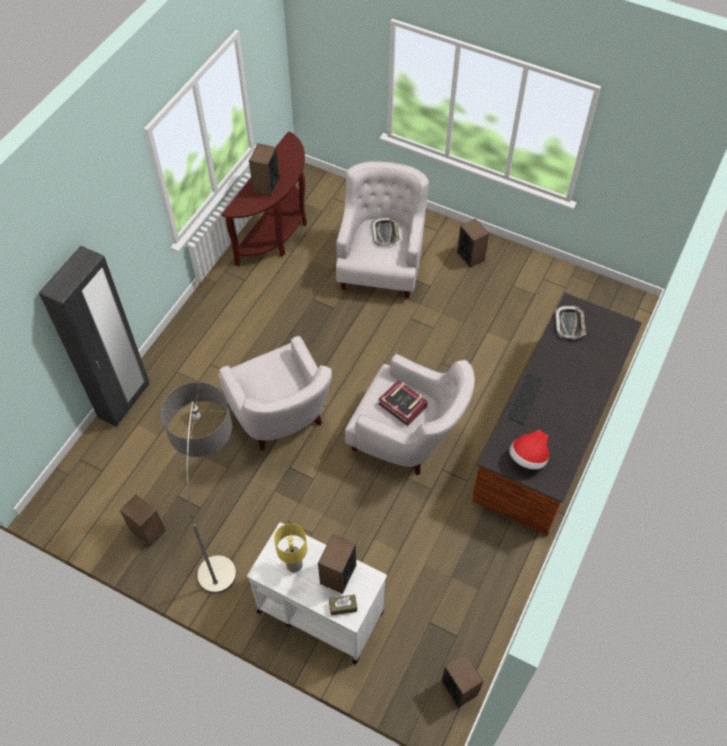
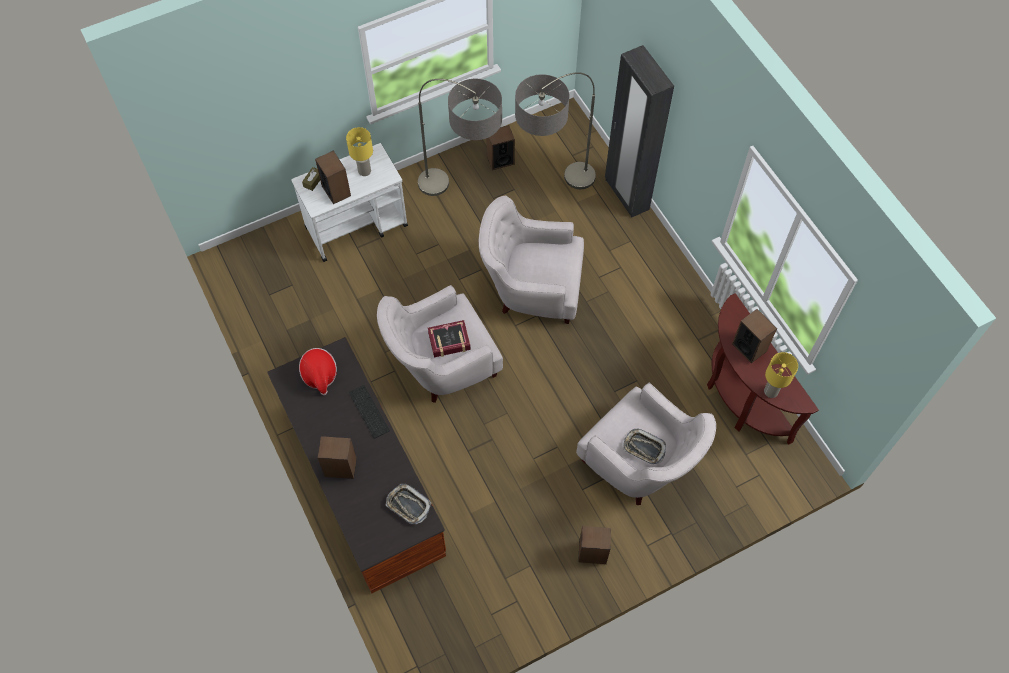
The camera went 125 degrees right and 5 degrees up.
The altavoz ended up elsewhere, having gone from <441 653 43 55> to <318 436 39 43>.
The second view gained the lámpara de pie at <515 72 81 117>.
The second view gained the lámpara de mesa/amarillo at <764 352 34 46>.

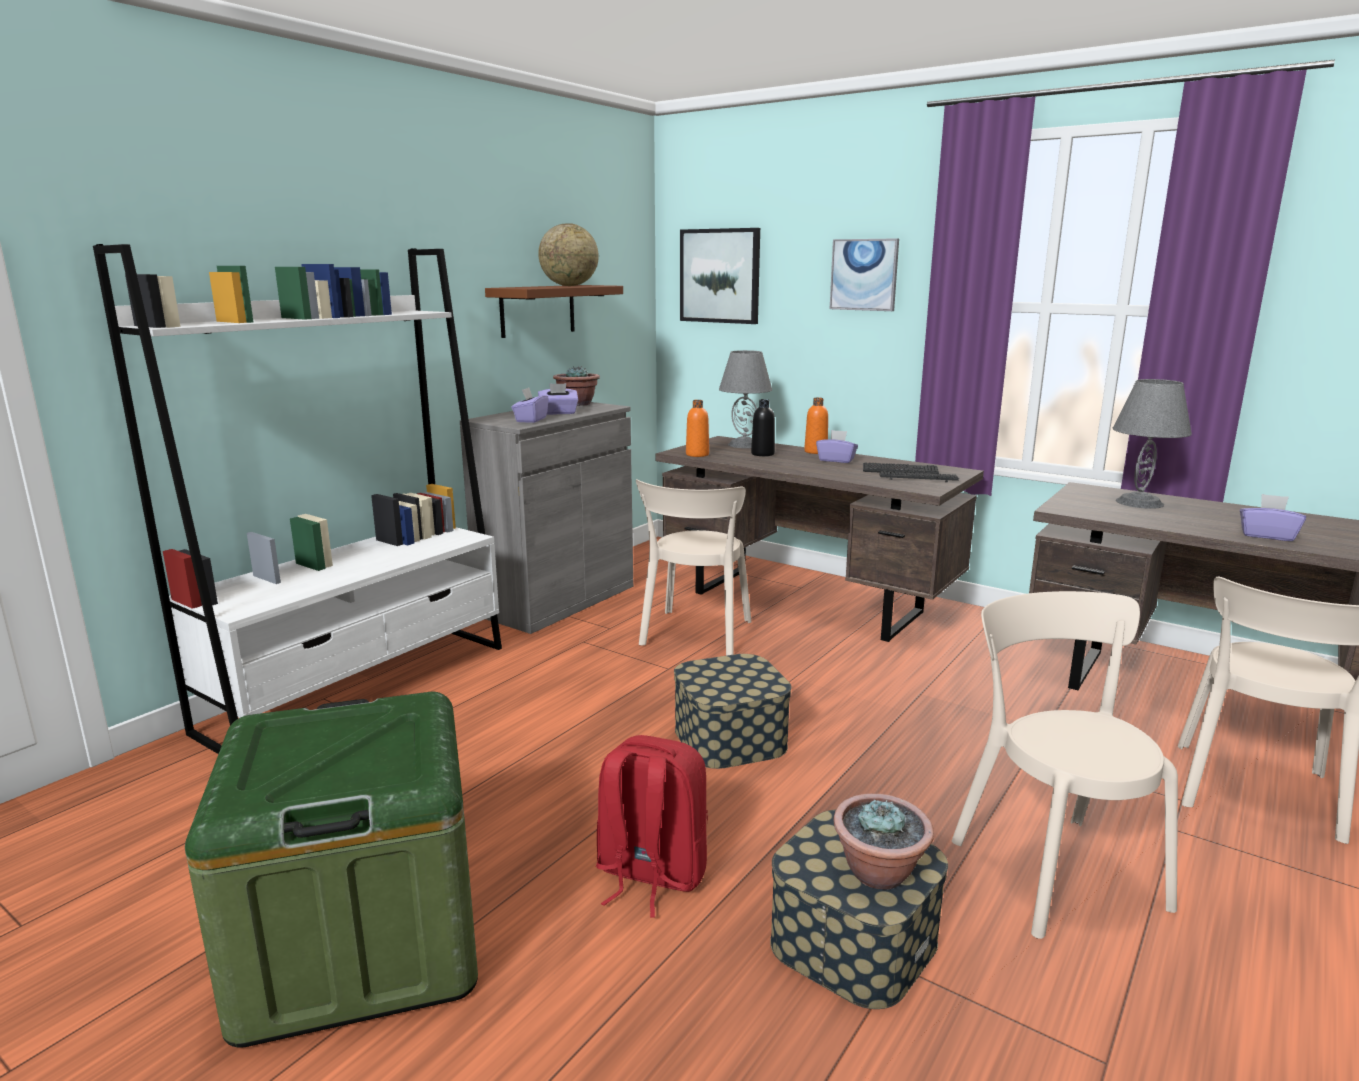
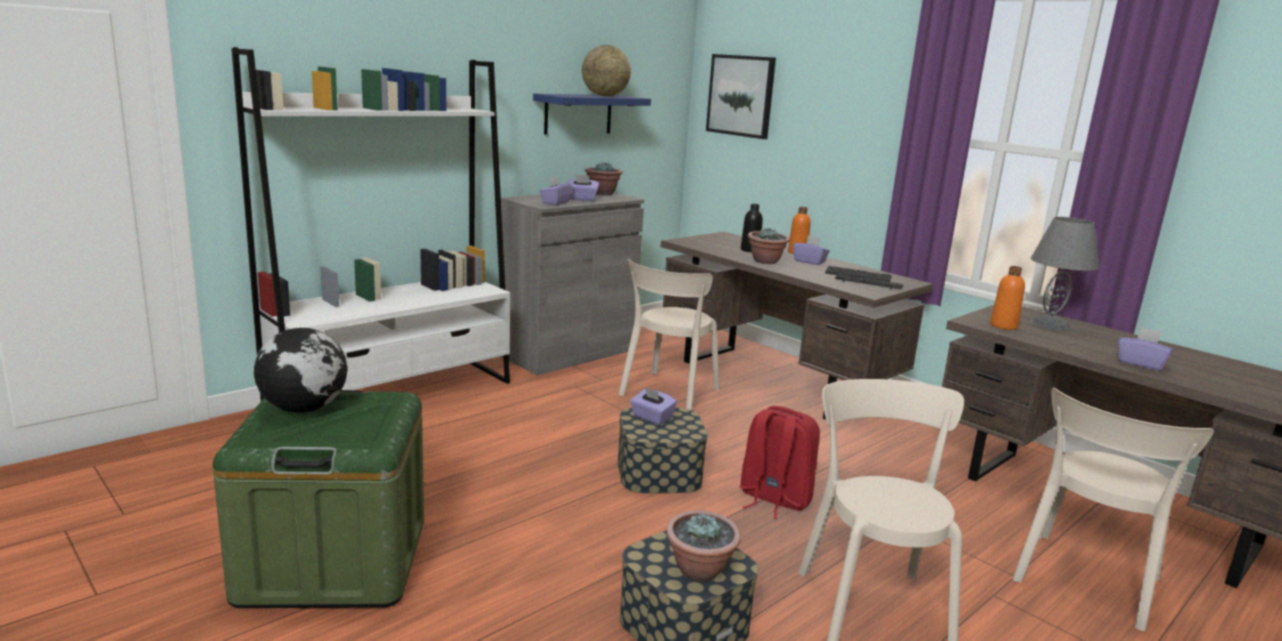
The camera went 10 degrees right and 0 degrees up.
The second view lost the cuadro at <830 238 69 73>.
What was the estante/marrón at <485 285 138 53> turned into the estante/azul at <533 94 118 41>.
The second view lost the lámpara de mesa/gris at <719 350 53 98>.
The botella/naranja ended up elsewhere, having gone from <686 400 23 57> to <990 266 35 64>.
The mochila/rojo ended up elsewhere, having gone from <596 735 112 183> to <739 406 81 113>.
The second view gained the planta en maceta at <748 227 42 37>.
The second view gained the globo terráqueo at <254 328 93 85>.
The second view gained the caja de pañuelos/morado at <630 387 47 38>.

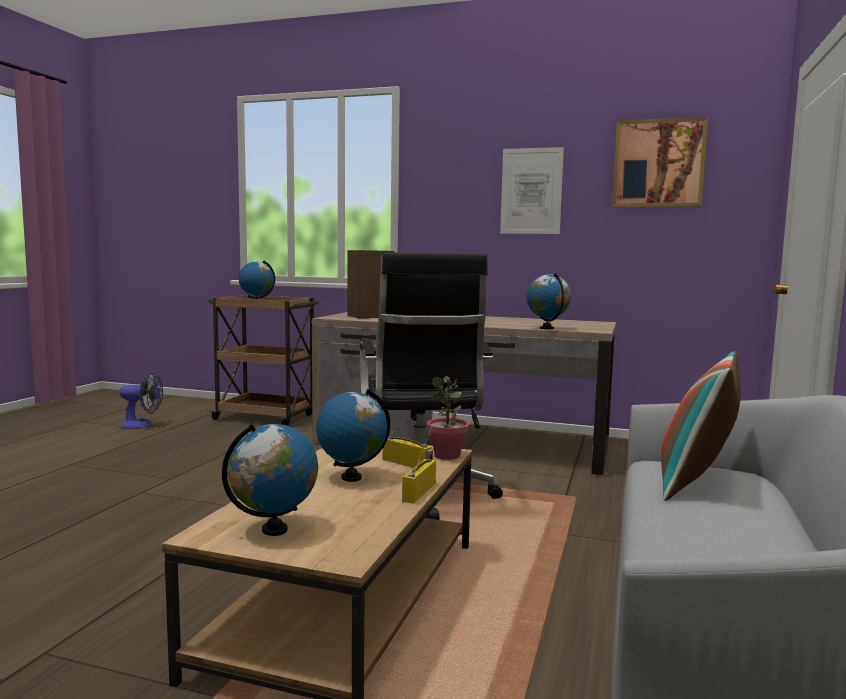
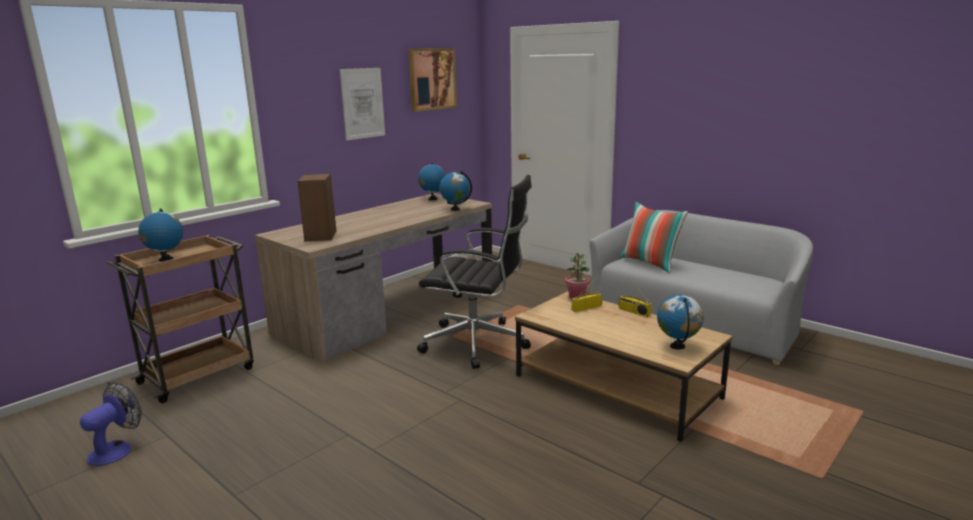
The camera went 65 degrees left and 10 degrees up.
The globo terráqueo ended up elsewhere, having gone from <316 389 74 93> to <418 162 28 38>.

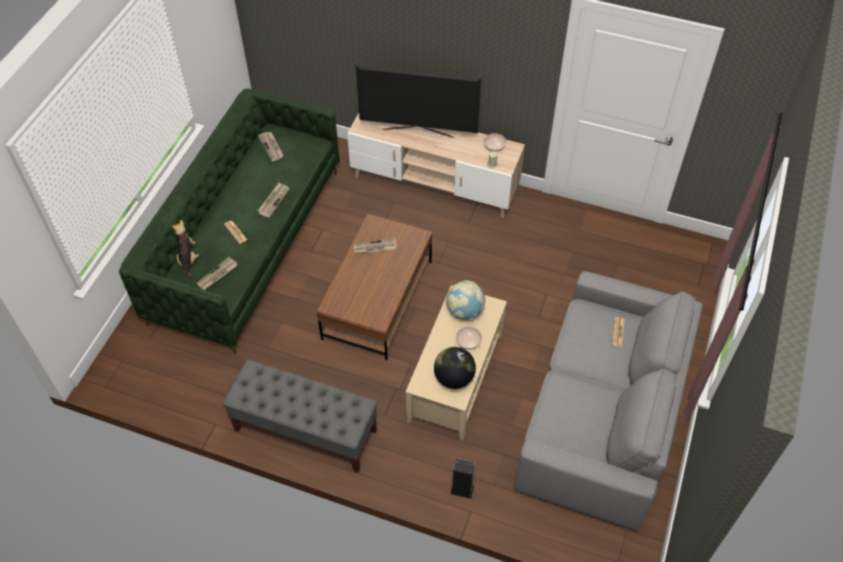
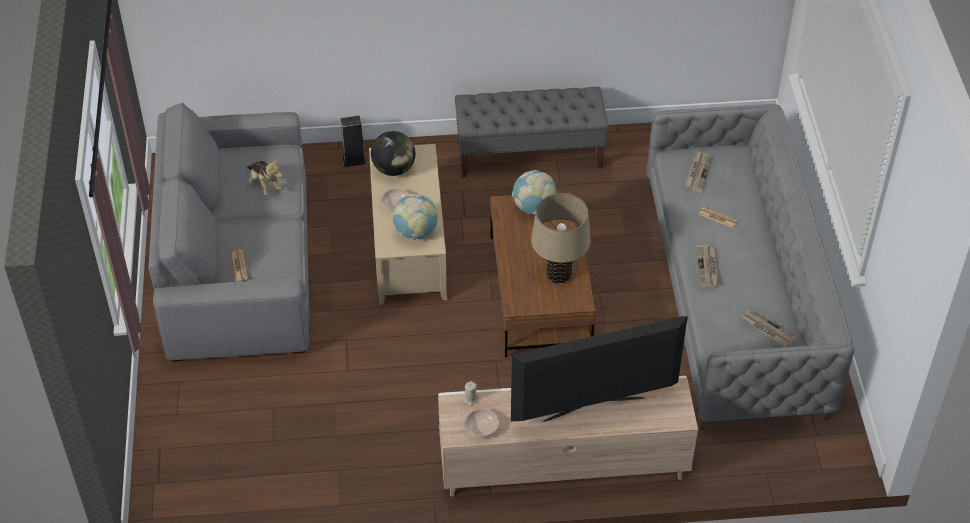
The camera went 155 degrees right and 5 degrees down.
What was the sofá/verde at <119 88 221 265> turned into the sofá/gris at <646 104 209 325>.
The peluche ended up elsewhere, having gone from <172 220 27 59> to <247 159 36 36>.
Where the periódico stood at <354 238 43 16>, the lámpara de mesa/beis came to stand at <531 193 60 90>.
The second view gained the globo terráqueo at <512 170 45 45>.

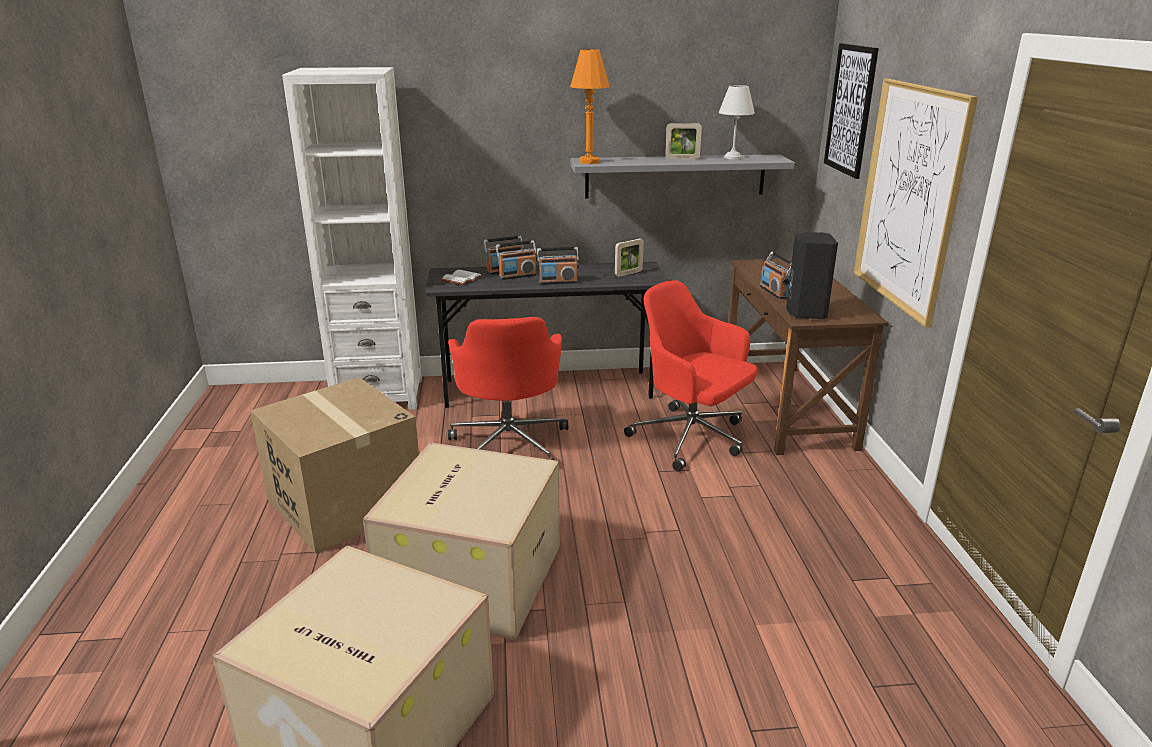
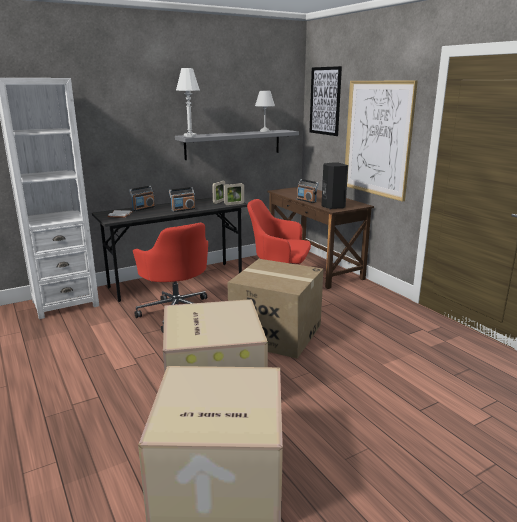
The camera went 25 degrees left and 5 degrees down.
What was the lámpara de mesa/naranja at <570 49 40 115> turned into the lámpara de mesa/blanco at <176 68 24 69>.
The portarretratos ended up elsewhere, having gone from <665 123 37 36> to <224 183 20 22>.
The second view lost the radio at <496 240 41 40>.
The caja de cartón ended up elsewhere, having gone from <250 377 169 177> to <227 259 96 99>.

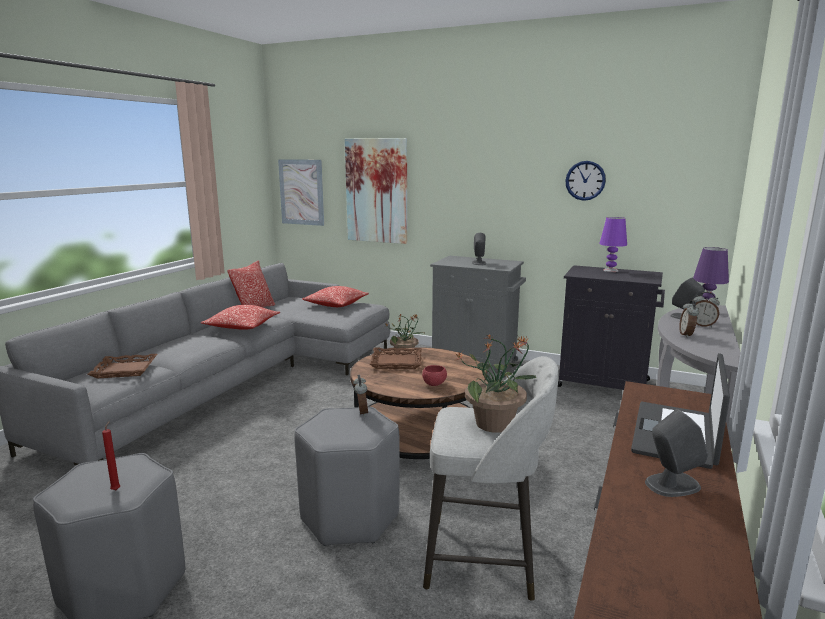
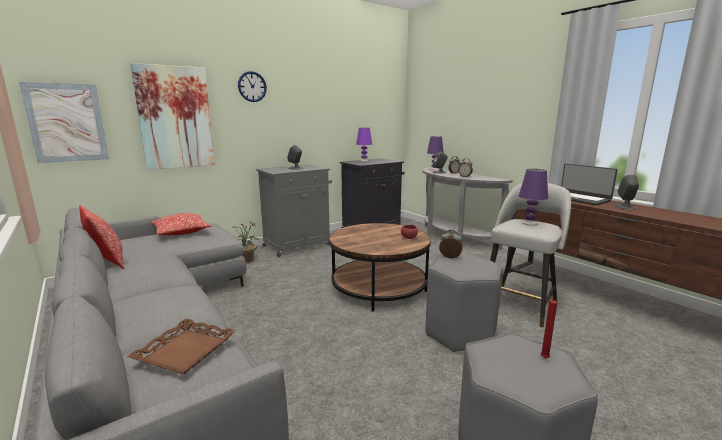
The camera went 60 degrees left and 0 degrees up.
The reloj de pared ended up elsewhere, having gone from <565 161 41 40> to <238 71 29 31>.
The second view lost the cojín at <200 305 80 25>.
Where the planta en maceta stood at <454 334 82 99>, the lámpara de mesa/morado came to stand at <519 169 29 57>.
The second view lost the bandeja/marrón at <370 348 52 21>.

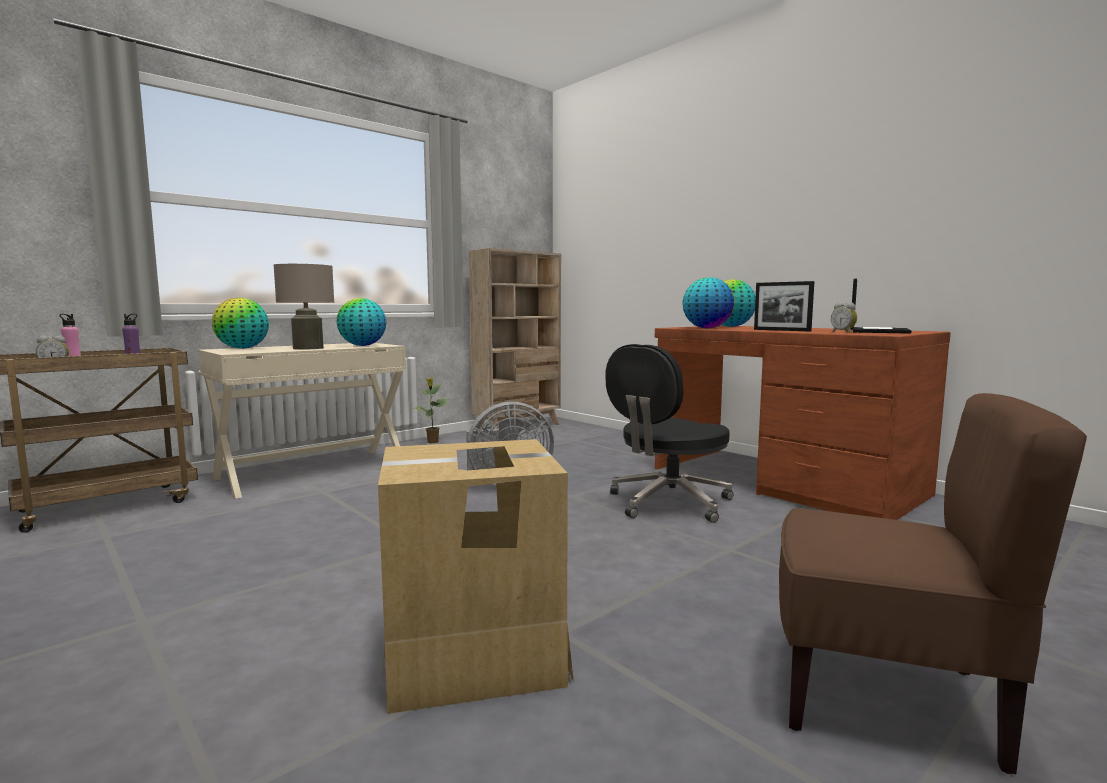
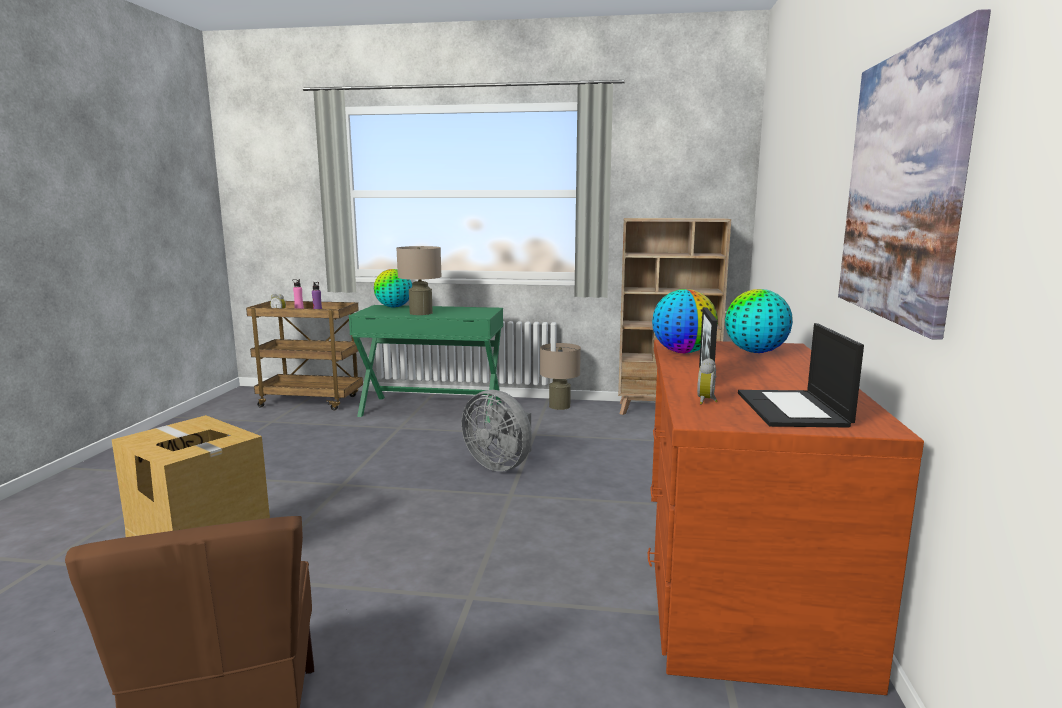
The camera went 50 degrees right and 5 degrees up.
The portátil at <851 279 61 55> ended up facing another way, 105 degrees clockwise from before.
The second view lost the globo terráqueo at <336 298 50 48>.
What was the escritorio/beis at <198 343 208 156> turned into the escritorio/verde at <349 305 154 118>.
The second view lost the silla de oficina/negro at <605 344 128 179>.
Where the planta en maceta stood at <413 378 36 65>, the lámpara de mesa/beis came to stand at <540 343 41 67>.
The second view gained the cuadro at <838 9 153 331>.

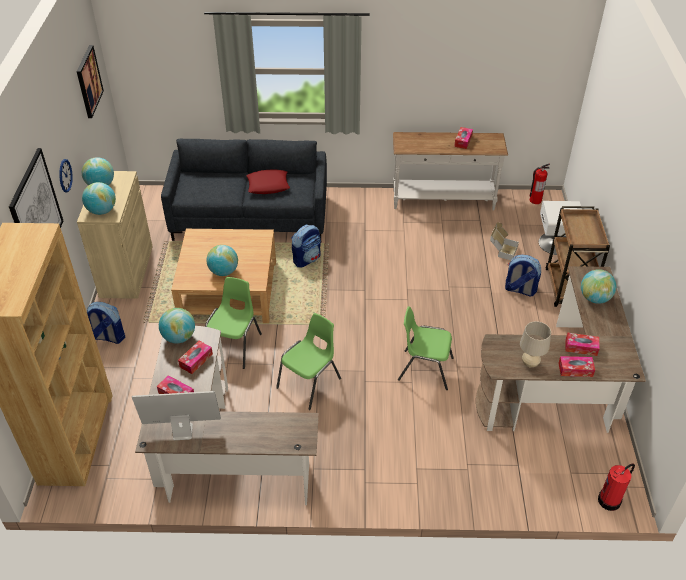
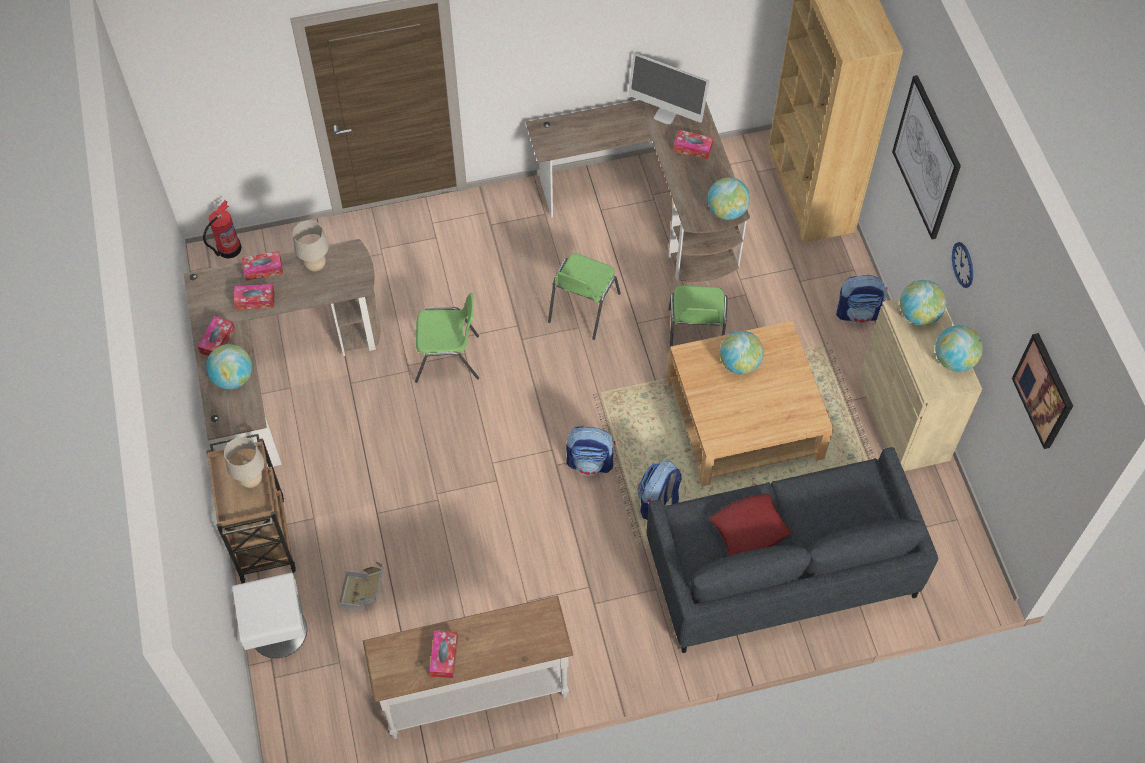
The camera went 165 degrees right and 15 degrees up.
The second view lost the extintor at <530 163 20 41>.
The mochila ended up elsewhere, having gone from <505 255 36 42> to <566 426 49 50>.
The caja de pañuelos ended up elsewhere, having gone from <178 341 35 33> to <198 316 37 40>.
The monitor at <132 391 89 49> ended up facing another way, 45 degrees clockwise from before.
The second view gained the lámpara de mesa/beis at <224 437 40 51>.

